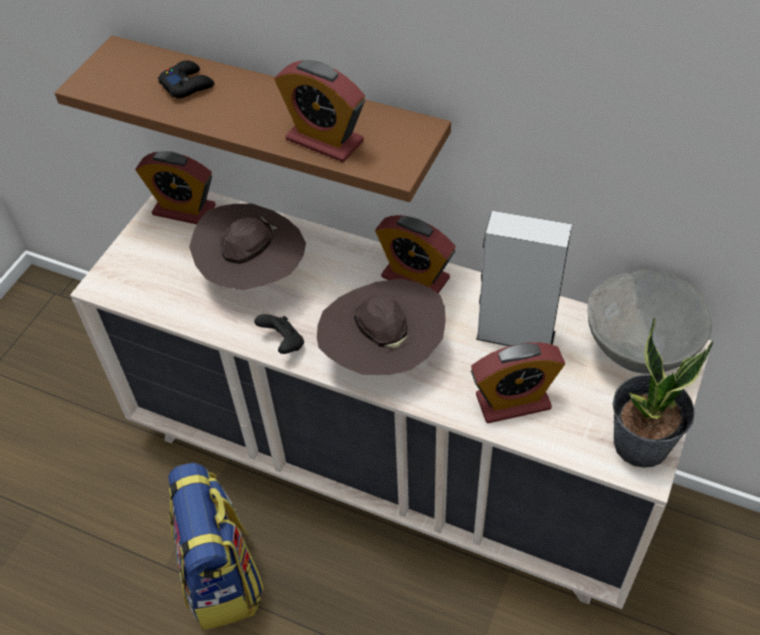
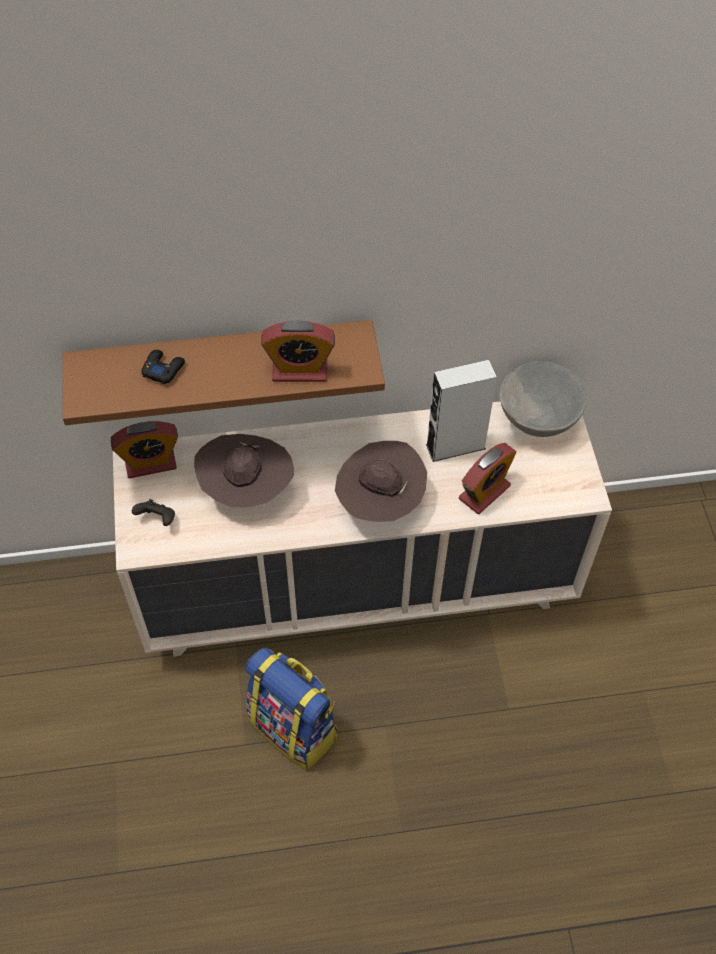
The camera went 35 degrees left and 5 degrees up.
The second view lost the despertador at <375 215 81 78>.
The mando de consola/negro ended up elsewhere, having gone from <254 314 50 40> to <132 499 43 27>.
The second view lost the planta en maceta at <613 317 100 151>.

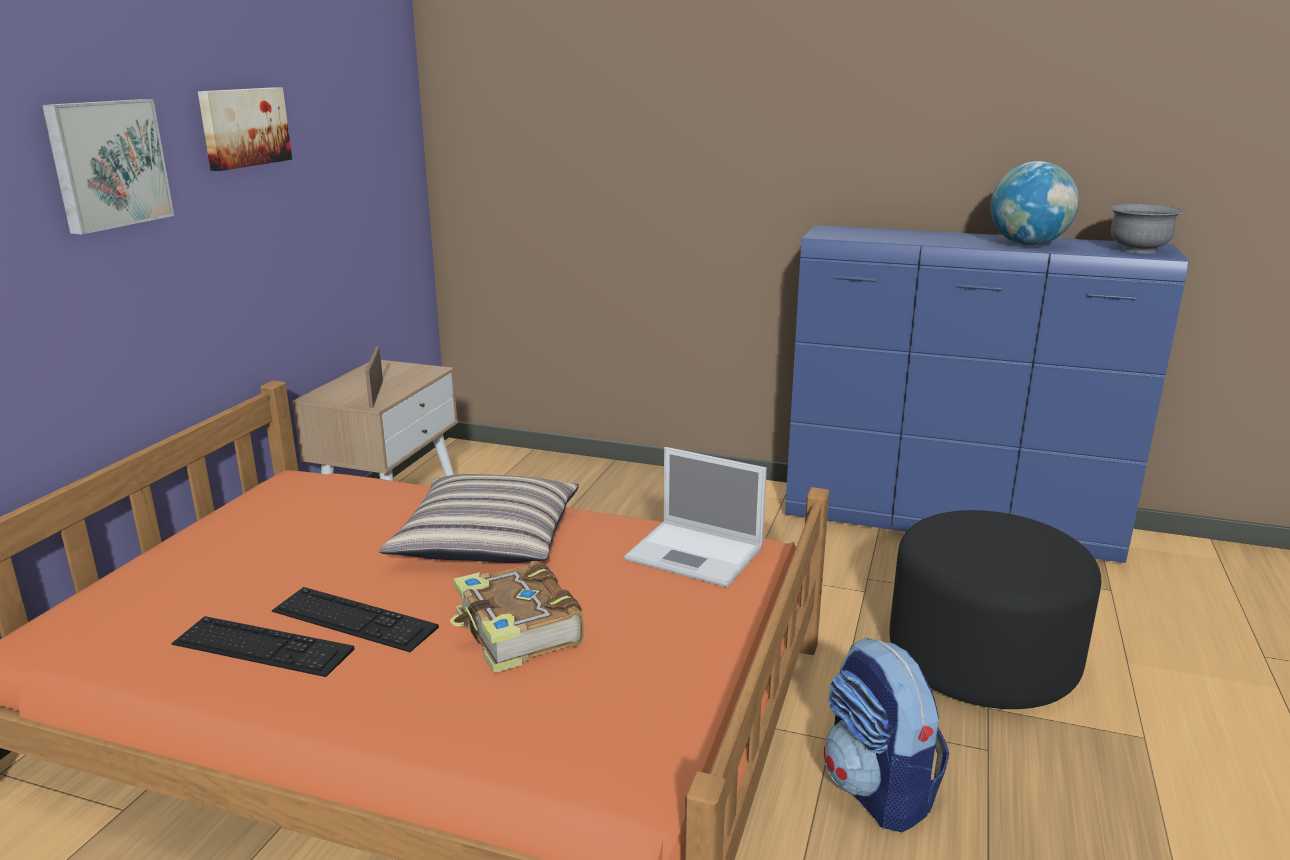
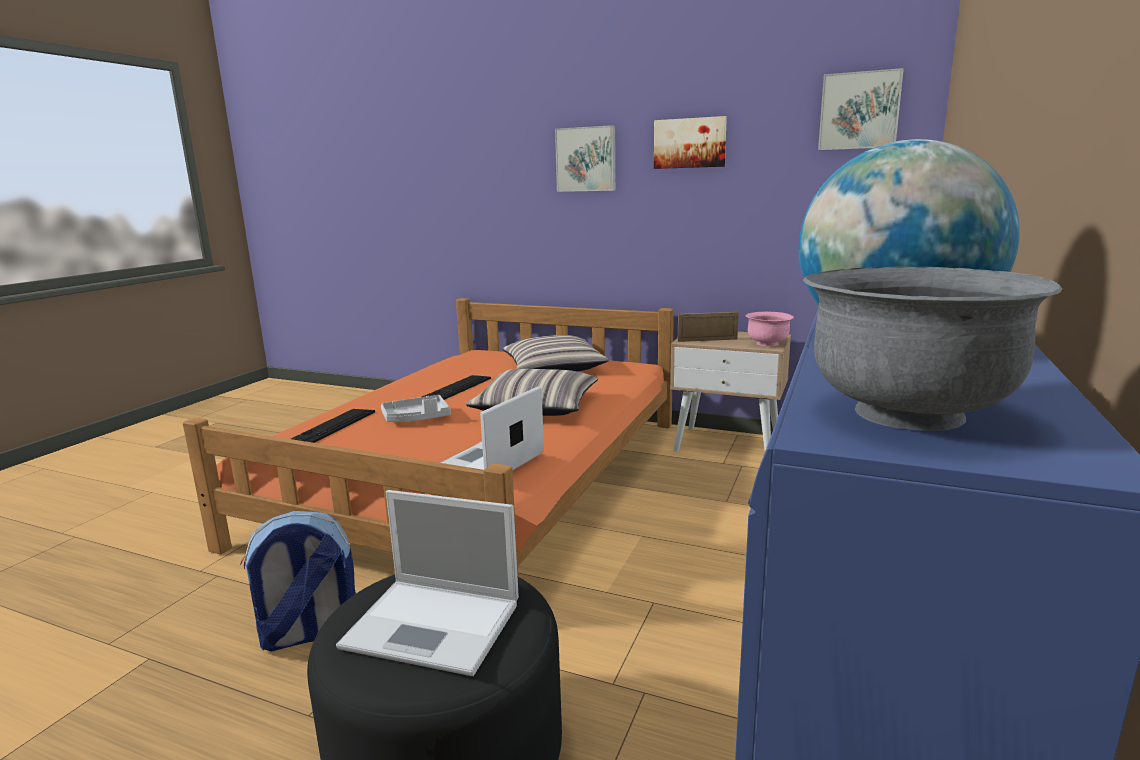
The camera went 95 degrees right and 5 degrees down.
Where the libro stood at <450 561 135 112>, the bandeja/gris came to stand at <381 395 70 27>.
The teclado ended up elsewhere, having gone from <171 616 183 61> to <291 409 84 34>.
The second view gained the cuadro at <818 68 86 82>.
The second view gained the cuenco/rosa at <746 312 48 34>.
The second view gained the cojín at <503 335 106 36>.
The second view gained the portátil at <336 490 183 186>.

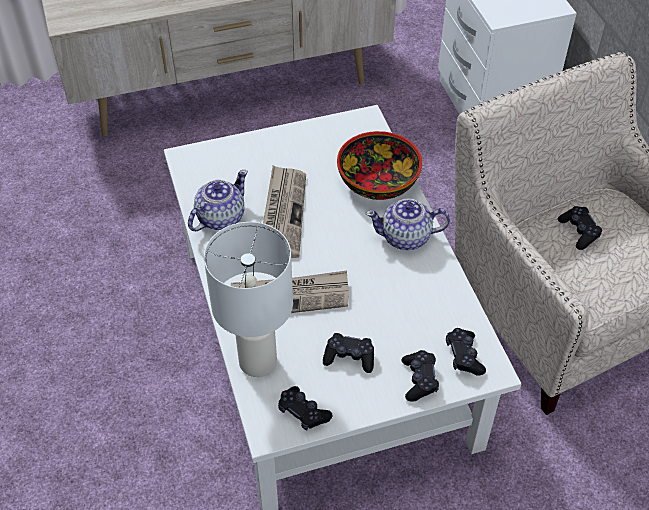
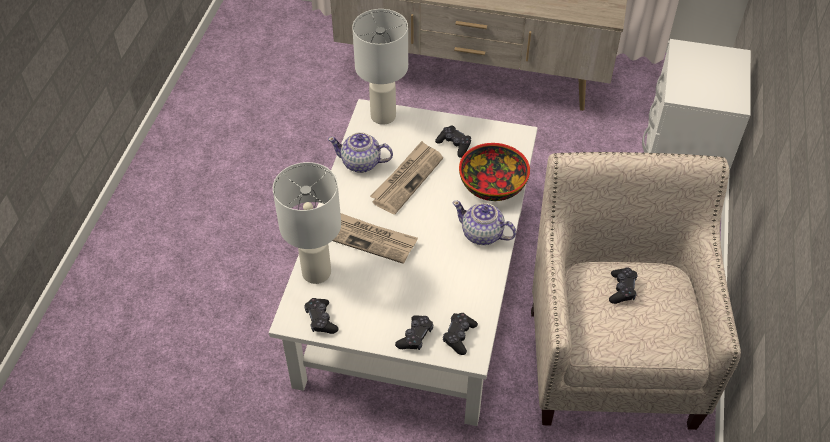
The camera went 30 degrees right and 0 degrees up.
The tetera at <188 170 60 61> ended up facing another way, 150 degrees counterclockwise from before.
The mando de consola/negro ended up elsewhere, having gone from <323 333 51 40> to <435 125 36 33>.
The second view gained the lámpara de mesa/blanco at <352 9 56 116>.

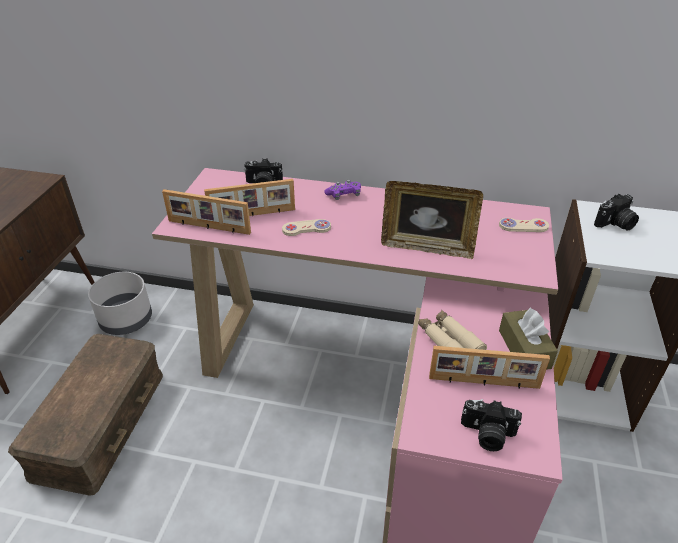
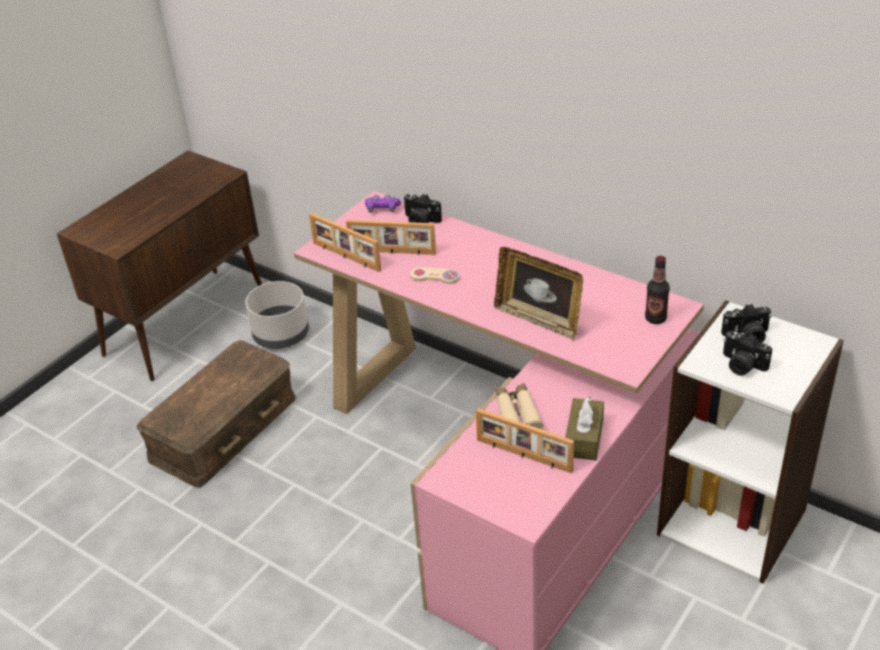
The camera went 25 degrees right and 0 degrees up.
The mando de consola/morado ended up elsewhere, having gone from <324 180 37 20> to <365 194 36 19>.
Where the mando de consola/beis stood at <499 218 50 14>, the botella came to stand at <645 256 25 68>.
The cámara ended up elsewhere, having gone from <461 399 61 52> to <723 331 49 45>.

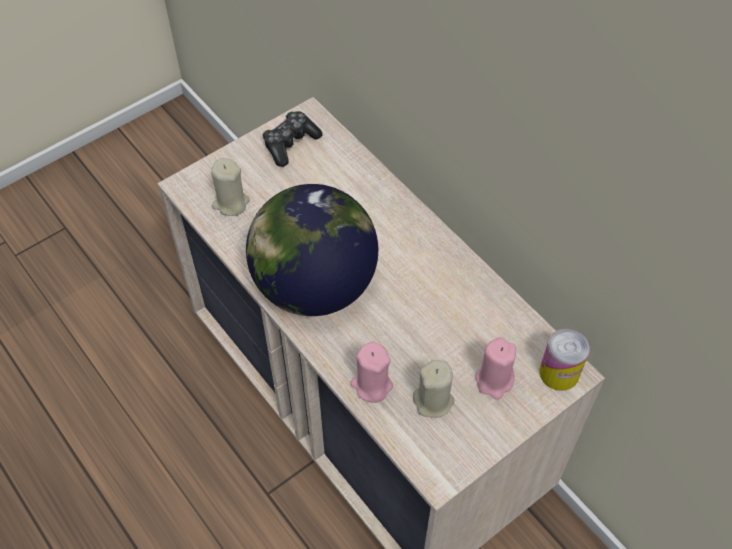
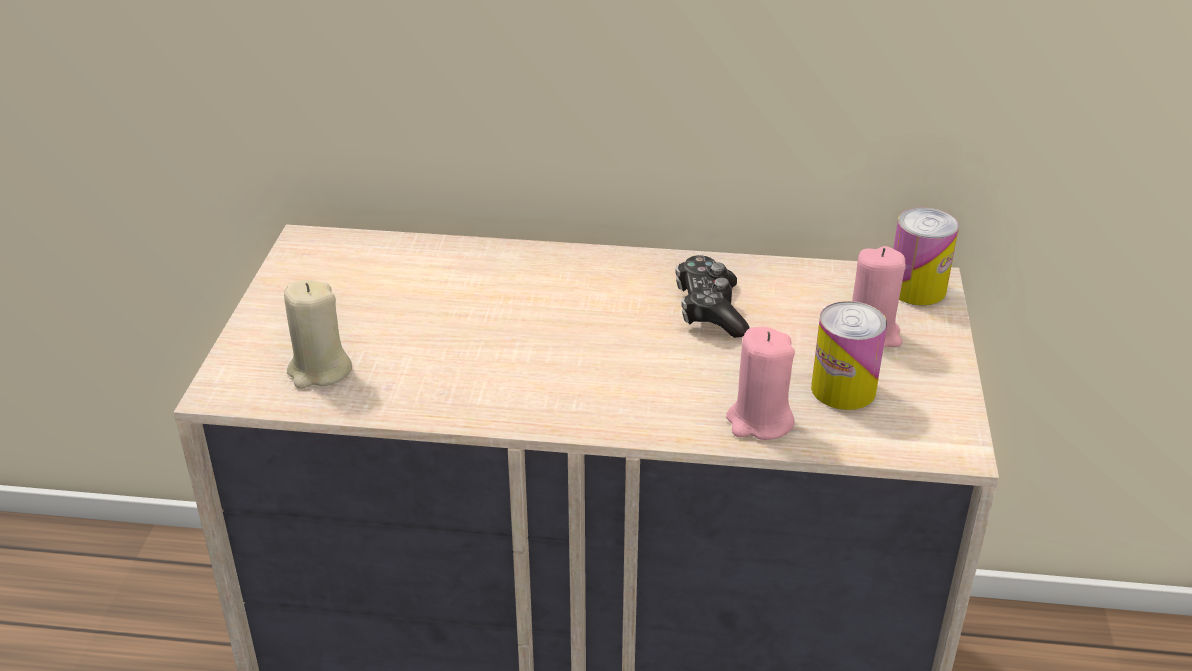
The camera went 45 degrees left and 20 degrees down.
The mando de consola ended up elsewhere, having gone from <262 111 61 56> to <675 255 75 83>.
The second view lost the globo terráqueo at <246 184 132 132>.
Where the vela/beis stood at <413 360 42 58>, the lata came to stand at <811 301 76 109>.

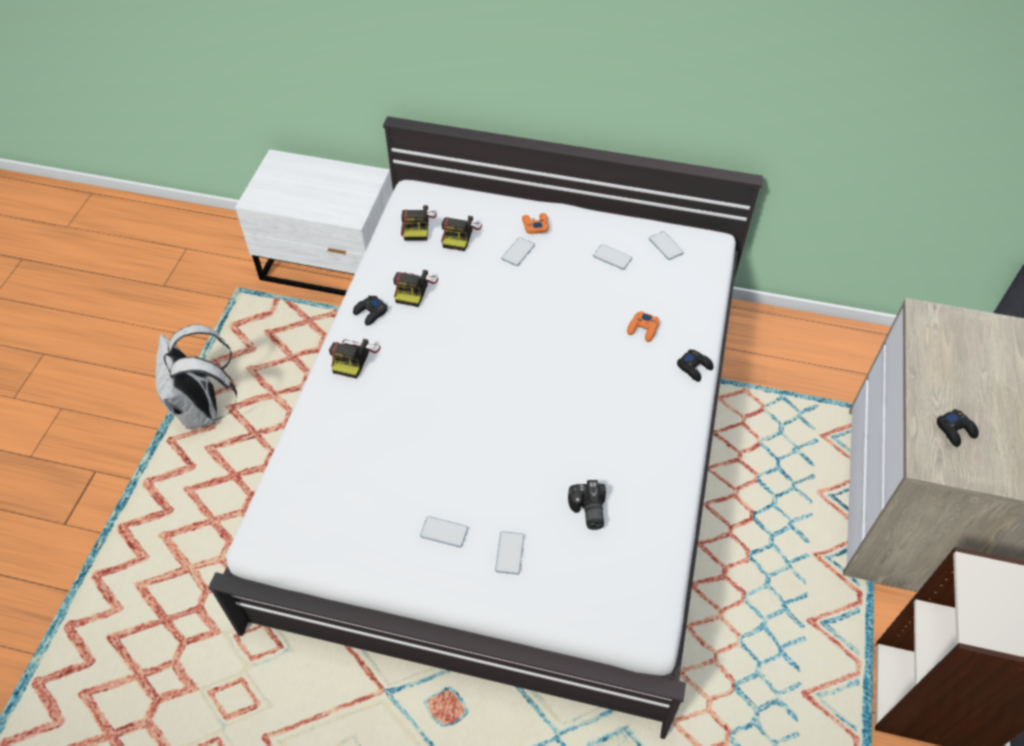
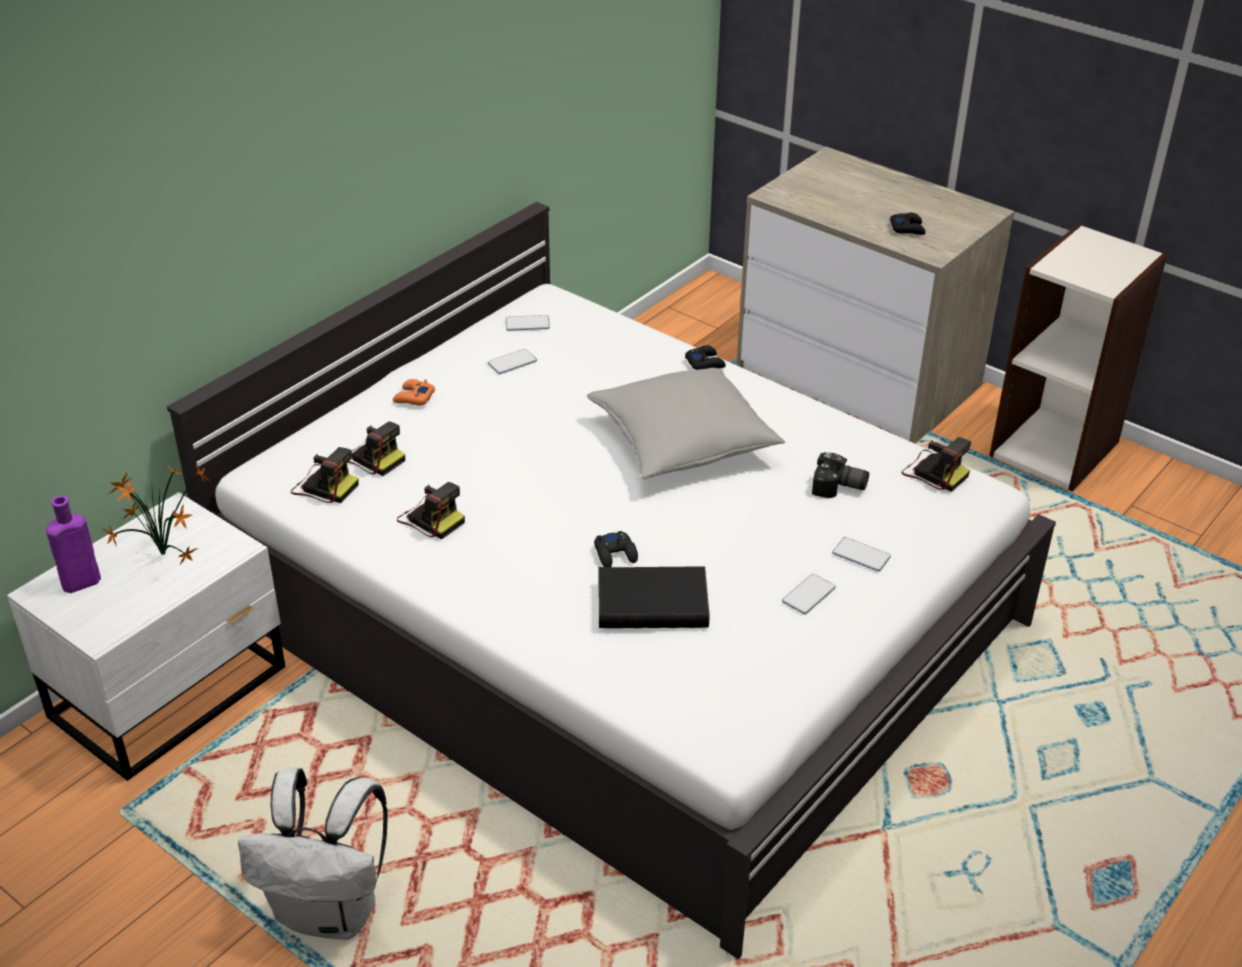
The camera went 65 degrees left and 15 degrees down.
The second view lost the móvil at <501 237 34 29>.
The mando de consola/negro ended up elsewhere, having gone from <353 295 35 31> to <594 531 44 36>.
The second view lost the mando de consola/naranja at <627 311 33 31>.
The cámara ended up elsewhere, having gone from <329 339 51 40> to <901 437 70 55>.
The second view gained the cojín/gris at <587 368 198 111>.
The second view gained the planta en maceta at <103 464 108 102>.
The second view gained the botella/morado at <46 496 55 97>.
The second view gained the libro/negro at <598 567 112 61>.

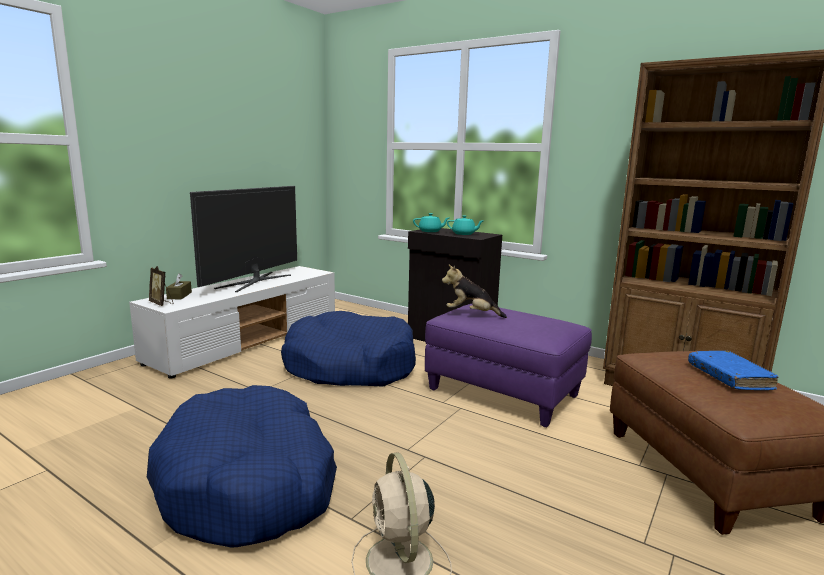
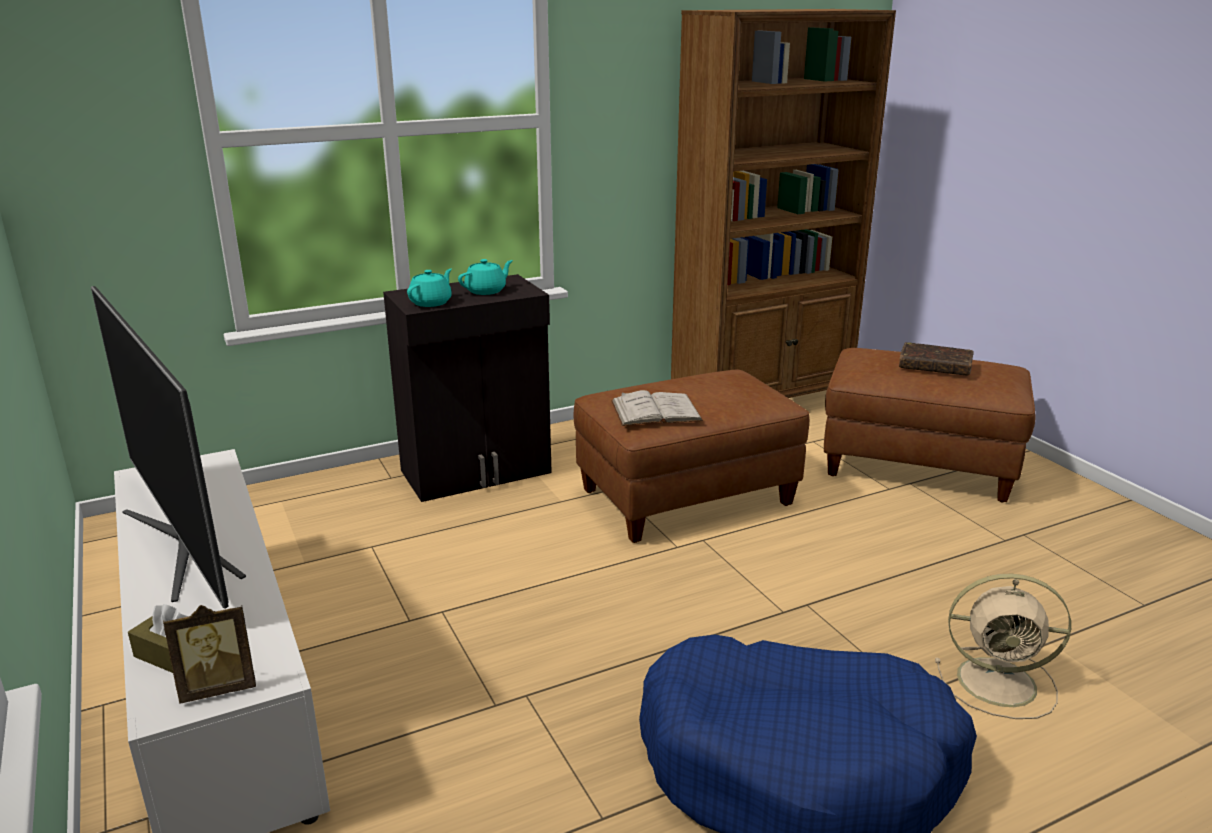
The camera went 60 degrees left and 10 degrees up.
Where the peluche stood at <442 264 65 54>, the libro/blanco came to stand at <611 390 92 36>.
What was the puf/morado at <425 304 167 123> turned into the puf/marrón at <574 370 235 173>.
The second view lost the cama para perro/azul at <281 311 135 76>.
What was the libro/azul at <688 351 91 39> turned into the libro/marrón at <899 342 75 34>.

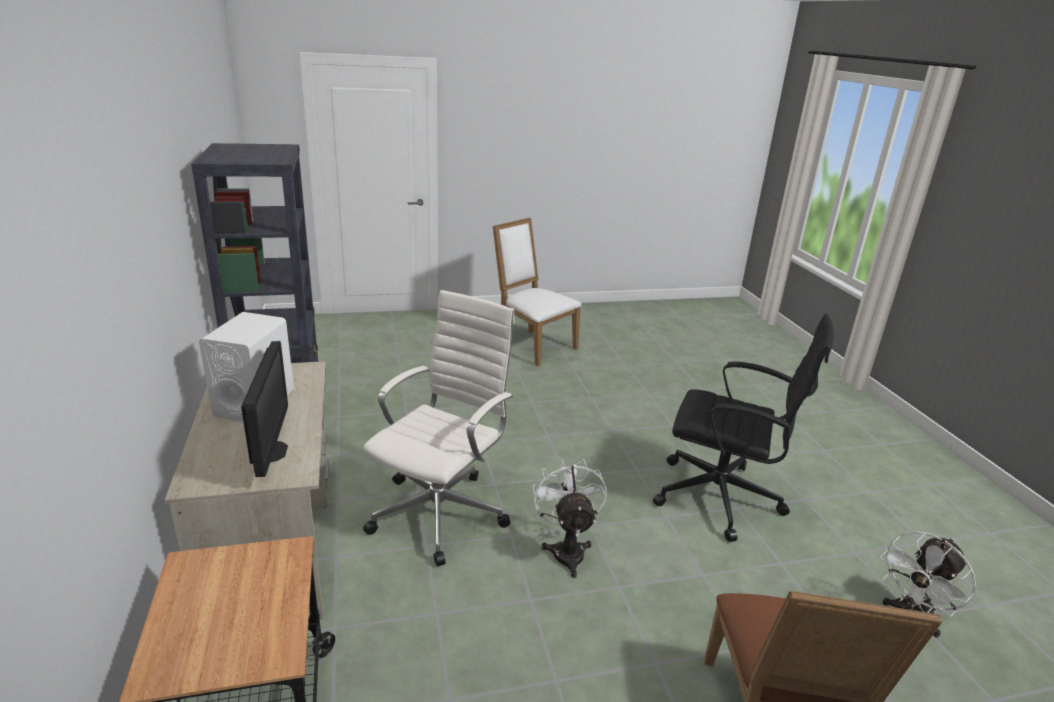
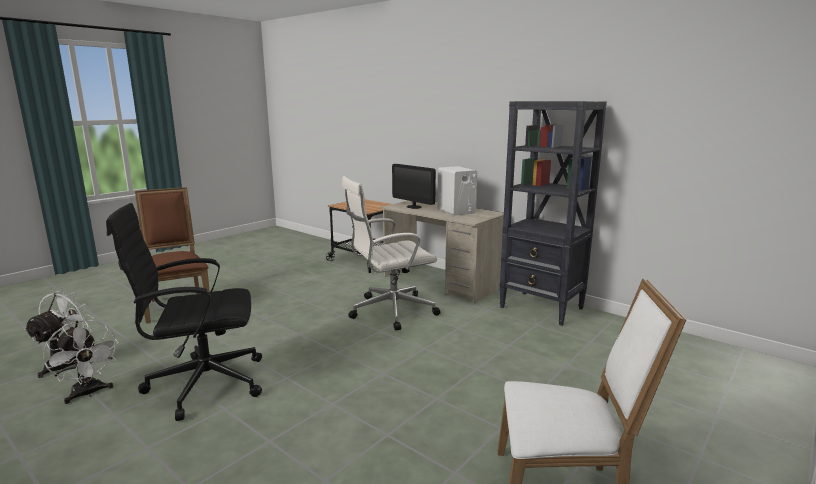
The camera went 145 degrees right and 10 degrees down.
The silla de oficina/blanco at <363 290 151 276> ended up facing another way, 75 degrees clockwise from before.
The ventilador/blanco ended up elsewhere, having gone from <533 459 74 119> to <43 320 76 84>.

